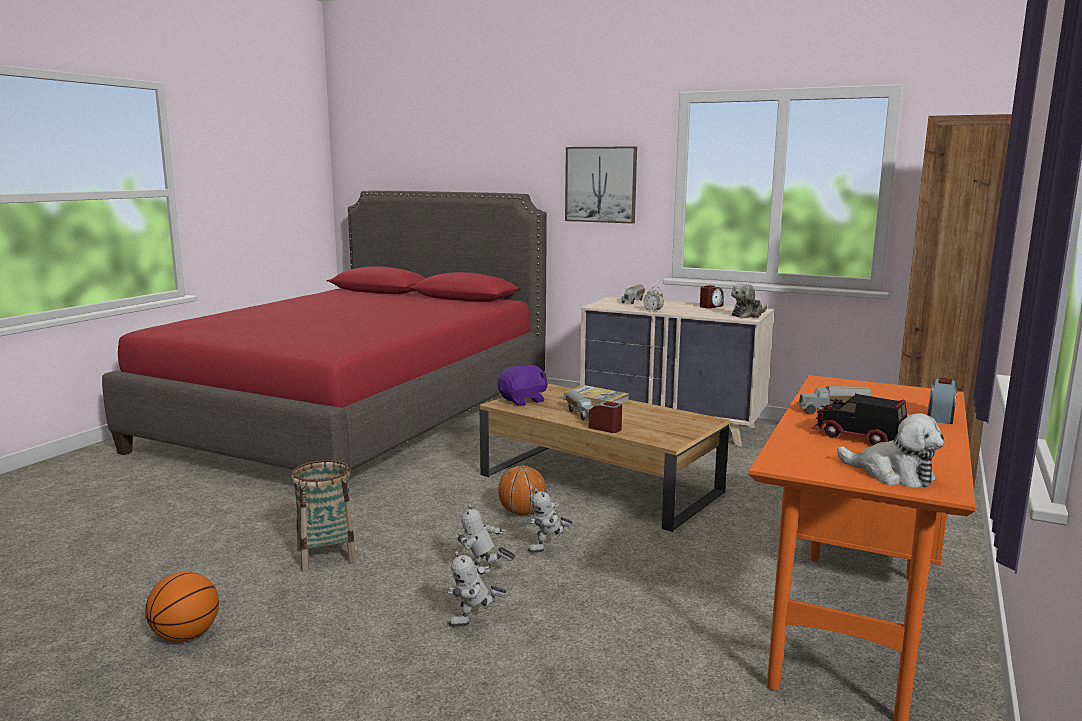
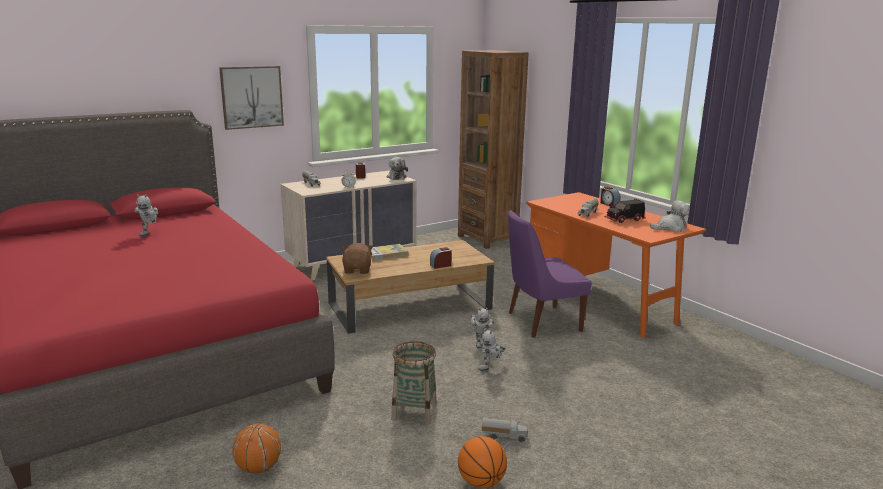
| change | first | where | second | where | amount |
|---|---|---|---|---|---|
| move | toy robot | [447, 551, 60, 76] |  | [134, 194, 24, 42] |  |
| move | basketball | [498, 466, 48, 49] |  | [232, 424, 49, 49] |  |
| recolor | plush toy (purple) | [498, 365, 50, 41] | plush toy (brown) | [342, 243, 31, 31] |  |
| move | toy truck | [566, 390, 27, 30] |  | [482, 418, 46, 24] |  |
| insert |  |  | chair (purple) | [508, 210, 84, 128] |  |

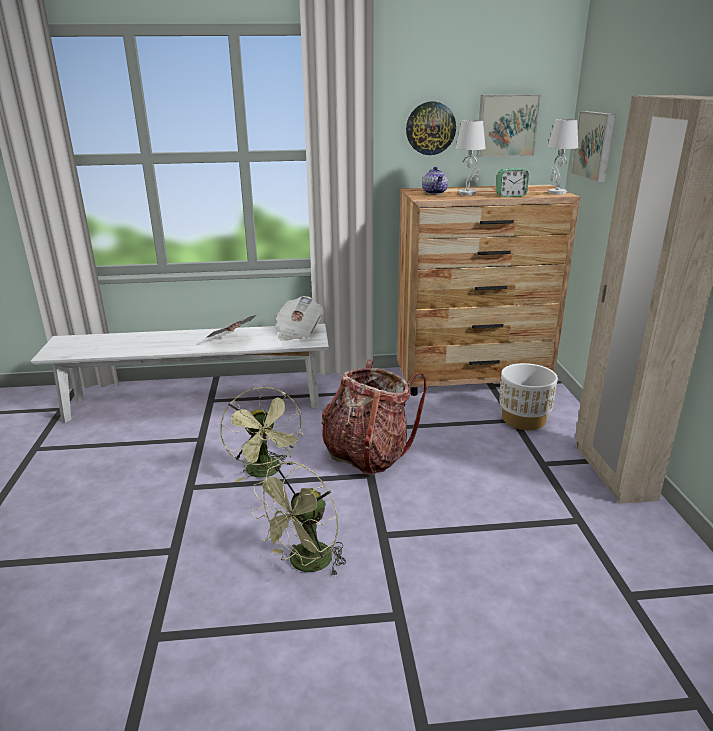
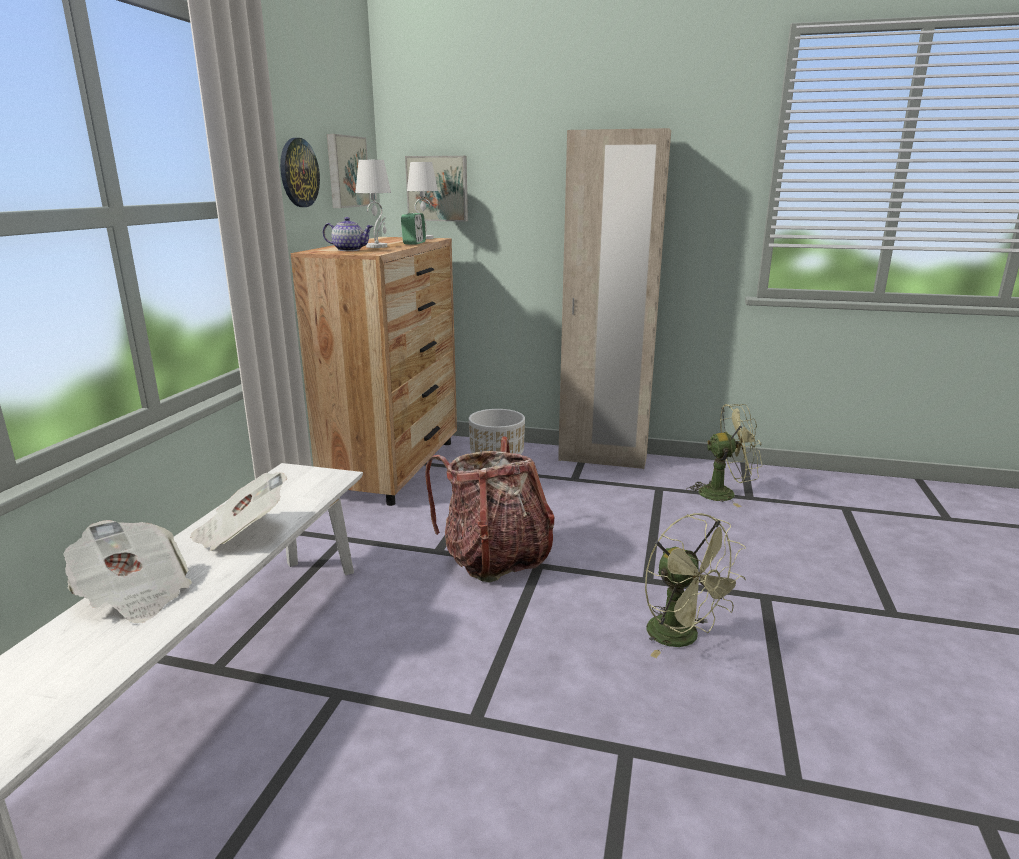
| change | first | where | second | where | amount |
|---|---|---|---|---|---|
| move | newspaper | [275, 296, 49, 45] |  | [63, 520, 129, 103] |  |
| move | fan (green) | [220, 387, 83, 95] |  | [686, 404, 77, 103] |  |

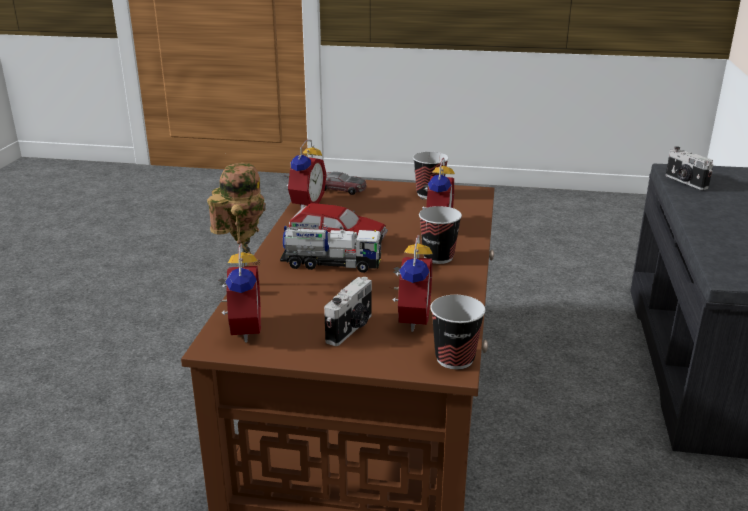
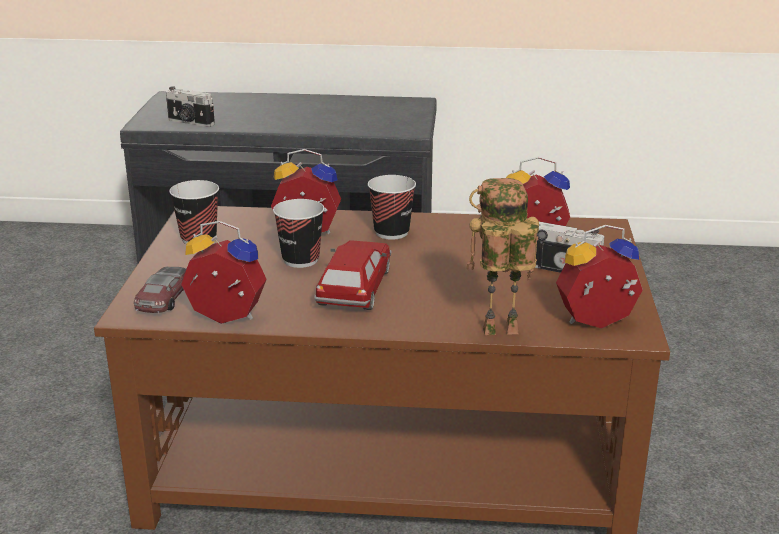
| change | first | where | second | where | amount |
|---|---|---|---|---|---|
| rotate | photo camera | [666, 146, 47, 44] |  | [166, 86, 49, 41] | 60 degrees clockwise |
| move | cup | [430, 295, 55, 75] |  | [273, 199, 51, 69] |  |
| delete | toy truck | [280, 222, 103, 51] |  |  |  |

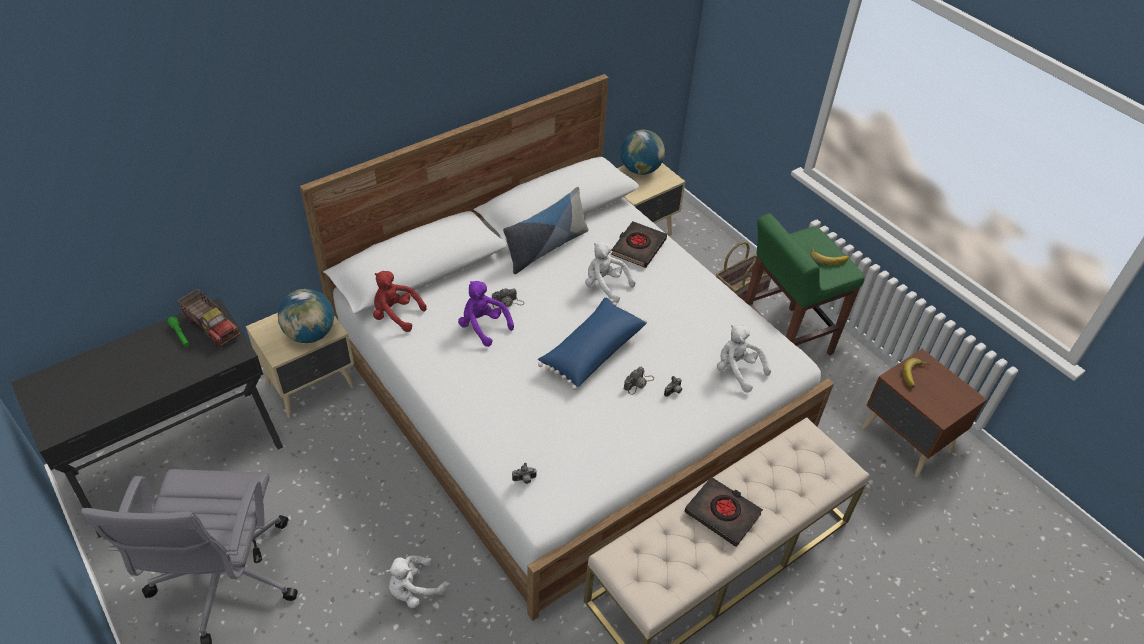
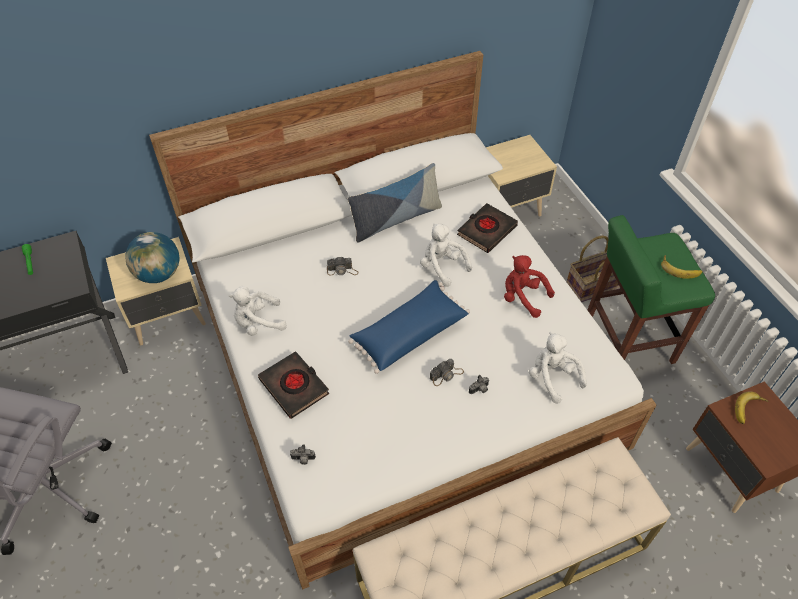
| change | first | where | second | where | amount |
|---|---|---|---|---|---|
| move | plush toy (white) | [386, 555, 60, 53] |  | [229, 286, 58, 50] |  |
| move | book (black) | [685, 477, 78, 70] |  | [258, 351, 71, 68] |  |
| move | plush toy (red) | [373, 271, 54, 61] |  | [504, 255, 51, 63] |  |
| delete | toy truck | [177, 289, 63, 58] |  |  |  |
| delete | plush toy (purple) | [458, 281, 56, 66] |  |  |  |
| delete | globe | [620, 130, 45, 45] |  |  |  |

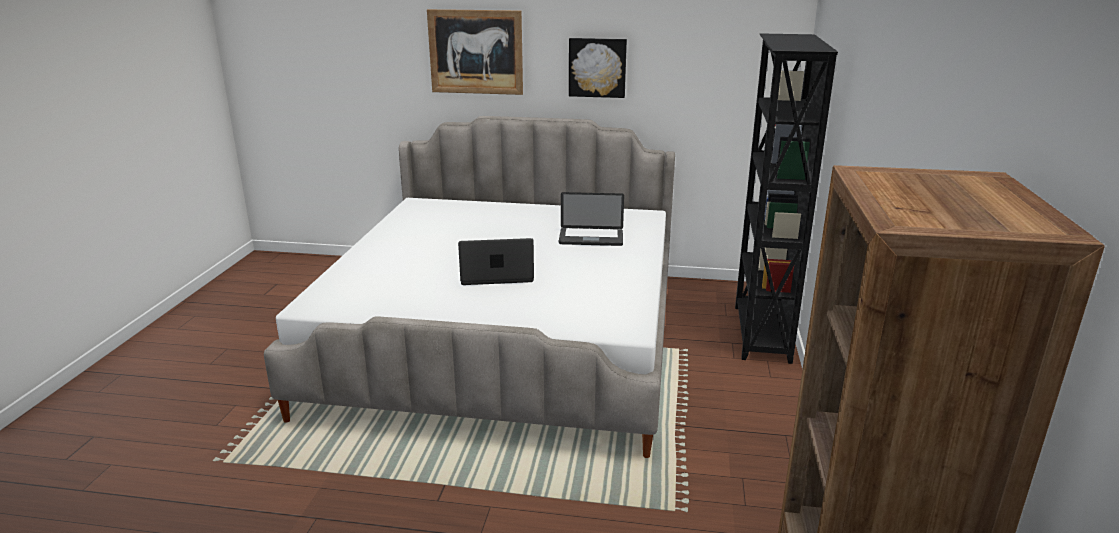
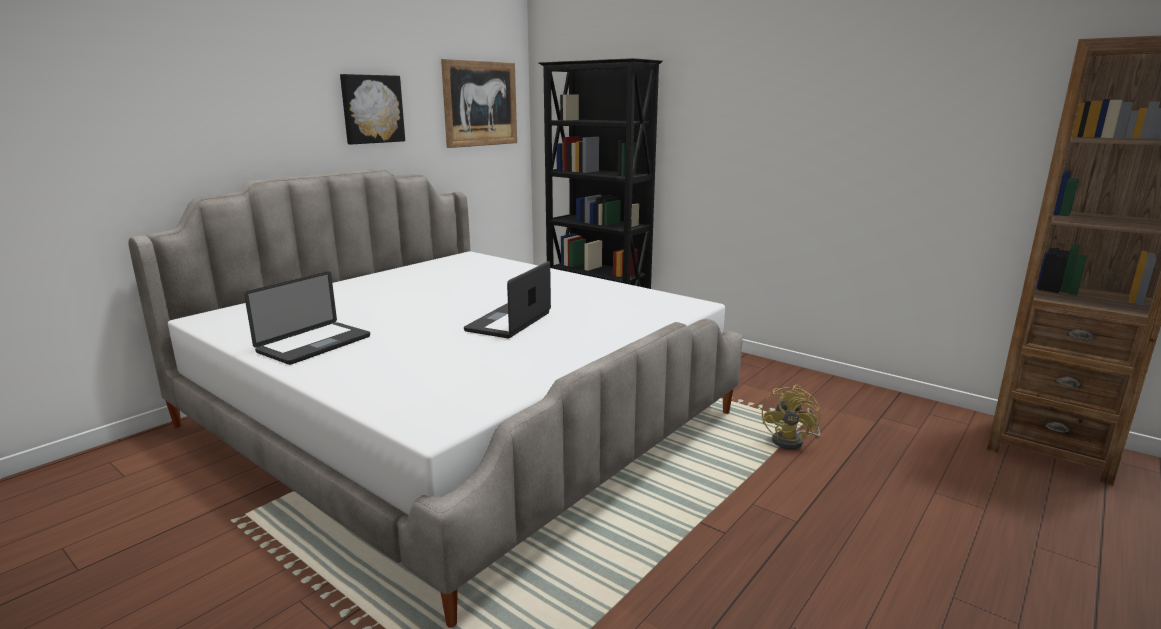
| change | first | where | second | where | amount |
|---|---|---|---|---|---|
| move | laptop | [559, 192, 65, 54] |  | [244, 271, 126, 94] |  |
| move | picture | [427, 9, 96, 86] |  | [441, 59, 76, 89] |  |
| insert |  |  | fan (yellow) | [762, 385, 59, 65] |  |

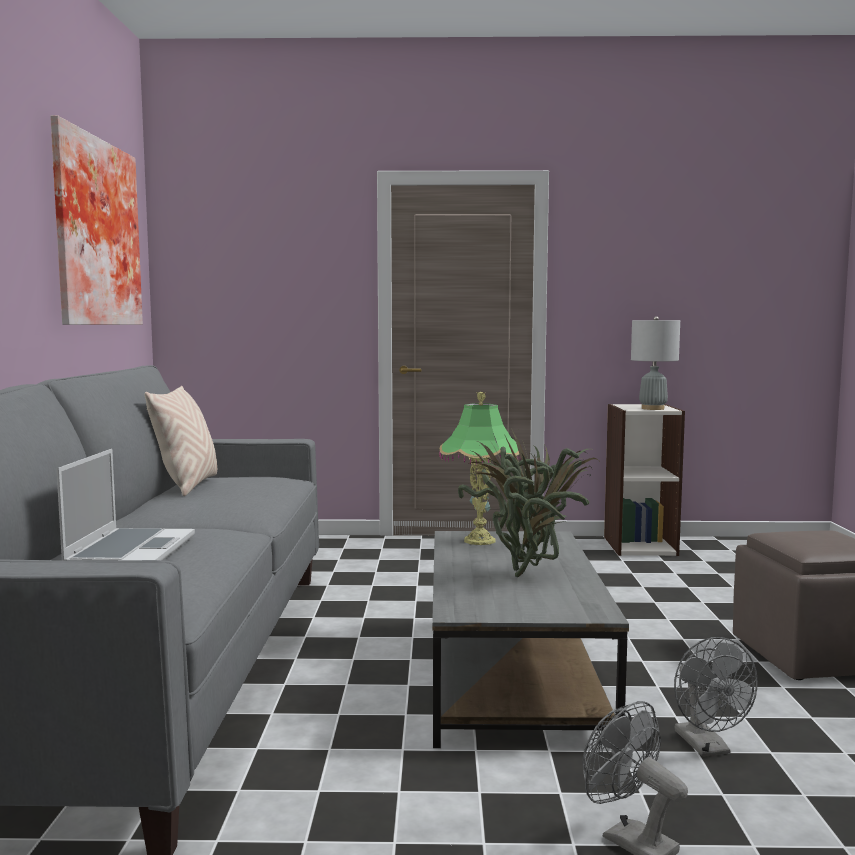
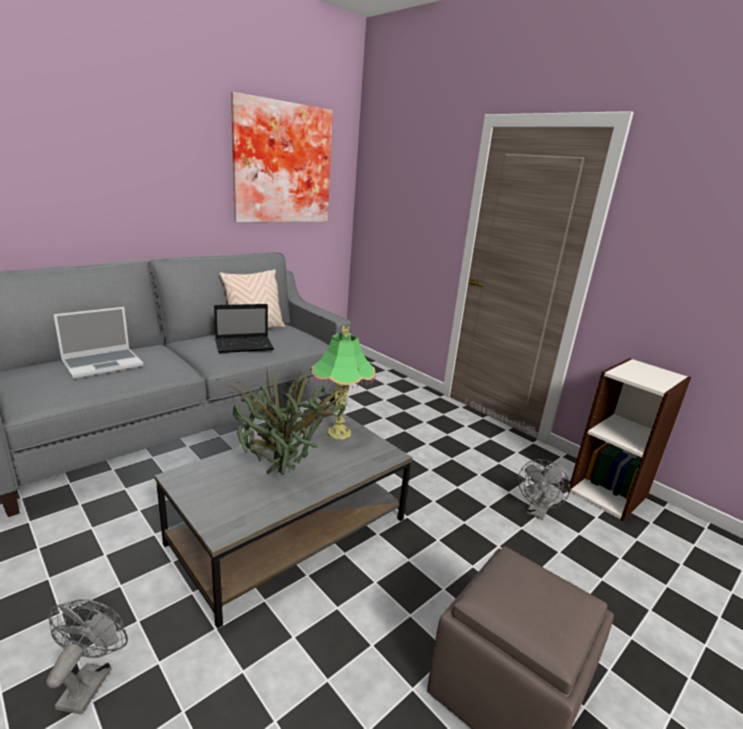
| change | first | where | second | where | amount |
|---|---|---|---|---|---|
| insert |  |  | laptop | [214, 304, 60, 49] |  |
| move | fan (grey) | [674, 637, 84, 120] |  | [518, 459, 52, 61] |  |
| delete | table lamp (grey) | [631, 316, 49, 94] |  |  |  |

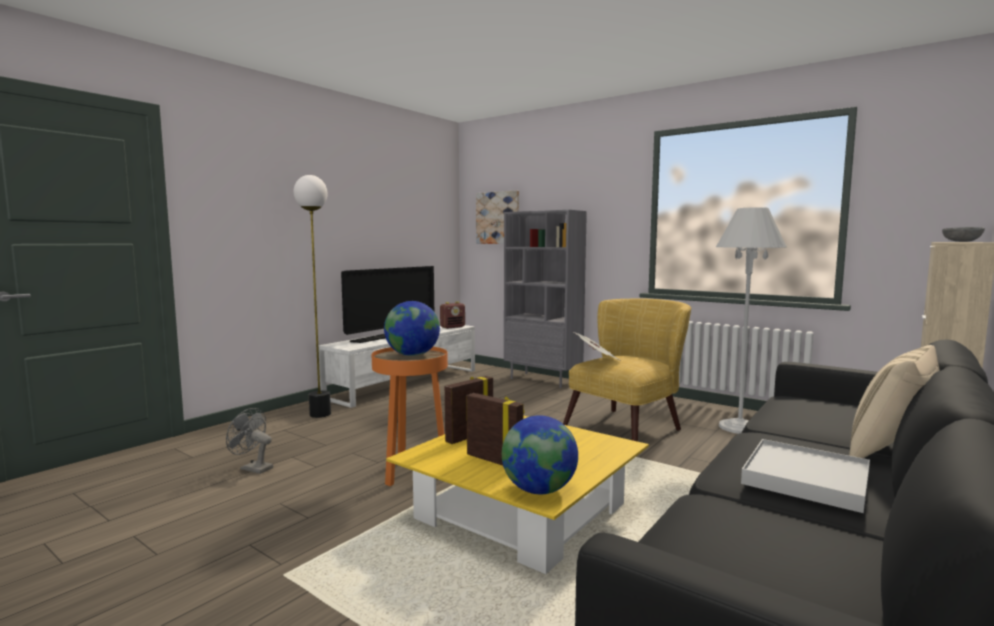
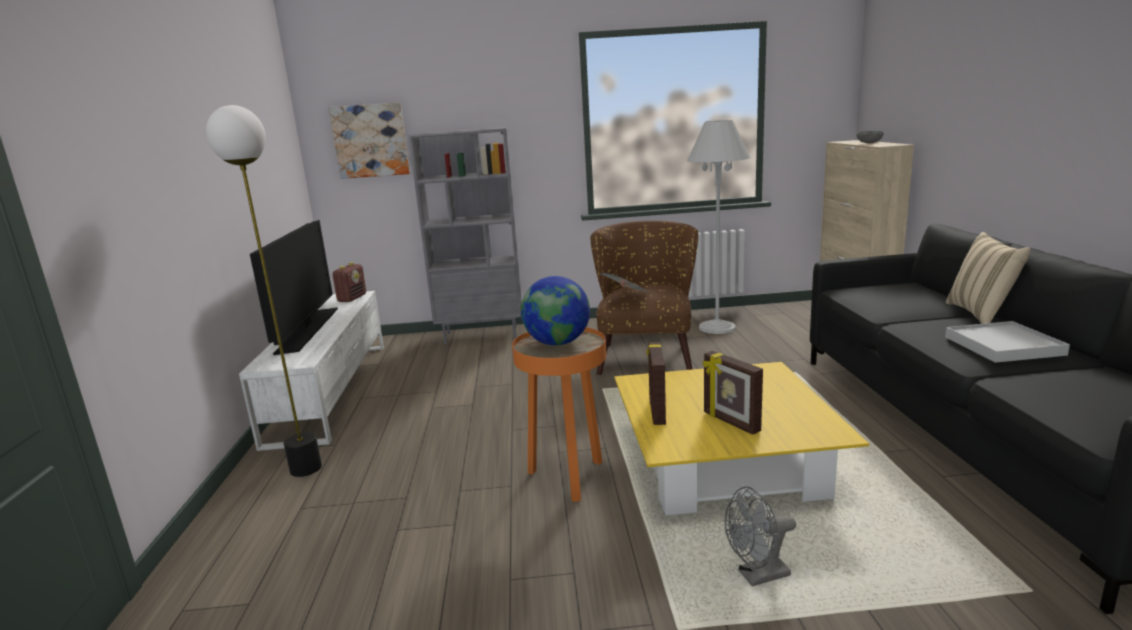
| change | first | where | second | where | amount |
|---|---|---|---|---|---|
| recolor | armchair (yellow) | [563, 298, 128, 144] | armchair (brown) | [591, 221, 107, 154] |  |
| rotate | picture frame | [467, 393, 57, 72] |  | [703, 351, 60, 84] | 120 degrees counterclockwise |
| move | fan (grey) | [226, 408, 47, 66] |  | [725, 487, 71, 99] |  |
| delete | globe | [502, 415, 76, 79] |  |  |  |

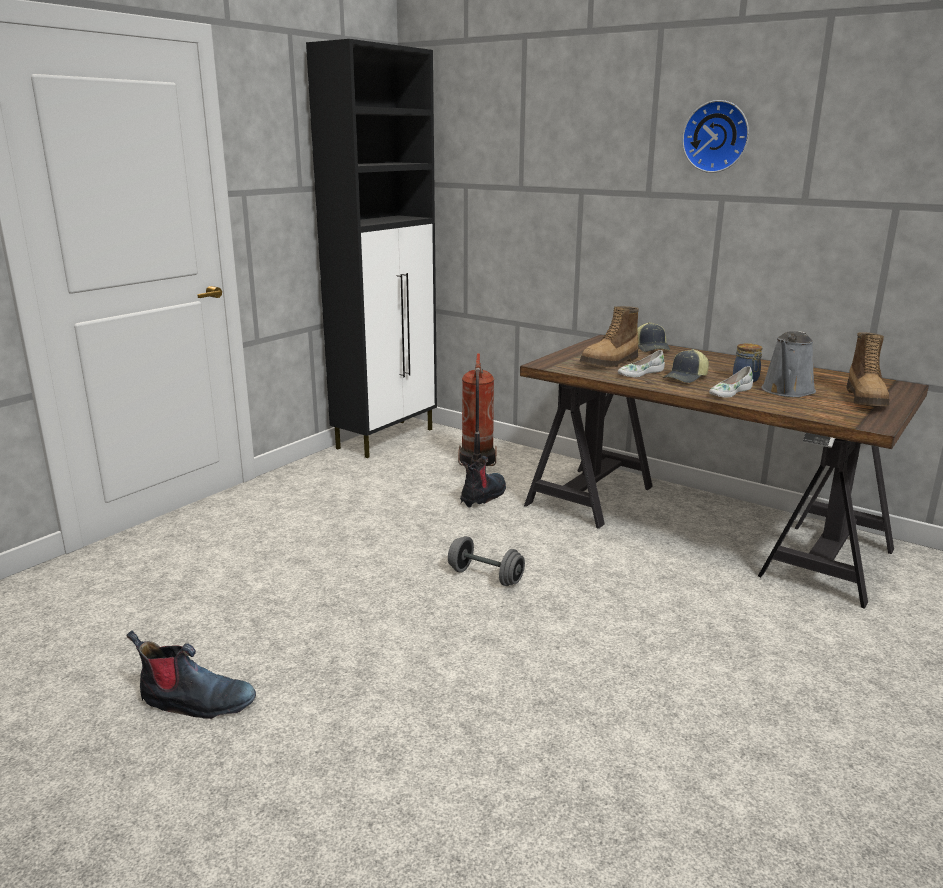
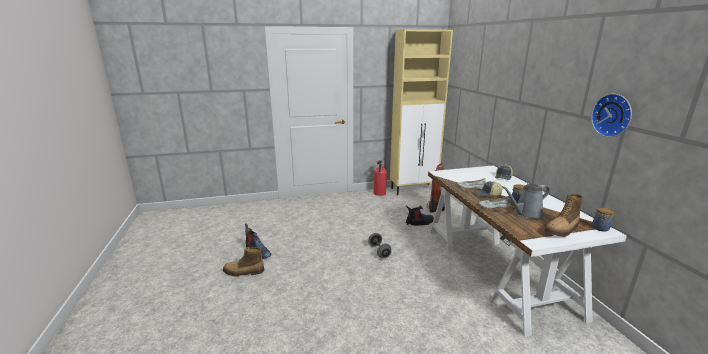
| change | first | where | second | where | amount |
|---|---|---|---|---|---|
| move | boot | [579, 306, 60, 61] |  | [223, 247, 41, 30] |  |
| insert |  |  | fire extinguisher | [374, 160, 13, 36] |  |
| recolor | cabinet (black) | [306, 39, 131, 419] | cabinet (beige) | [390, 29, 63, 166] |  |
| recolor | desk (brown) | [520, 335, 409, 274] | desk (white) | [428, 165, 199, 172] |  |
| move | wall clock | [682, 100, 67, 73] |  | [591, 94, 41, 43] |  |
| insert |  |  | jar | [592, 207, 22, 25] |  |

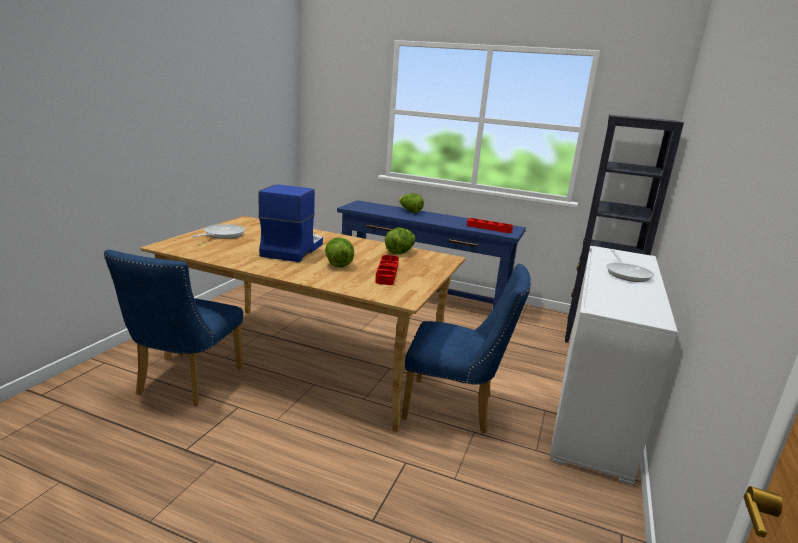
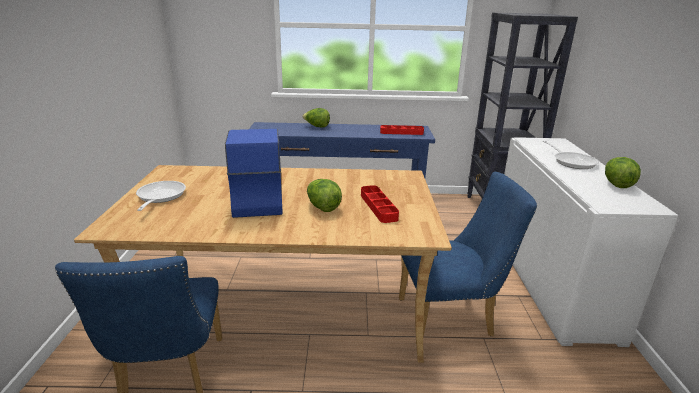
| change | first | where | second | where | amount |
|---|---|---|---|---|---|
| move | lettuce | [385, 228, 30, 27] |  | [605, 157, 36, 31] |  |

